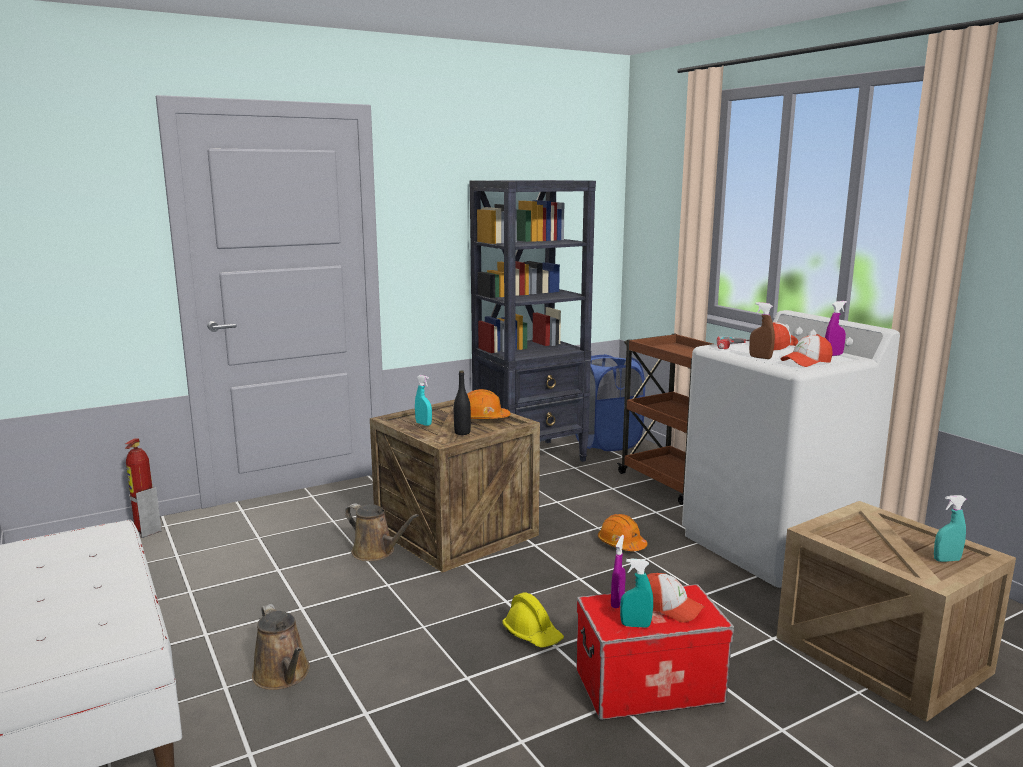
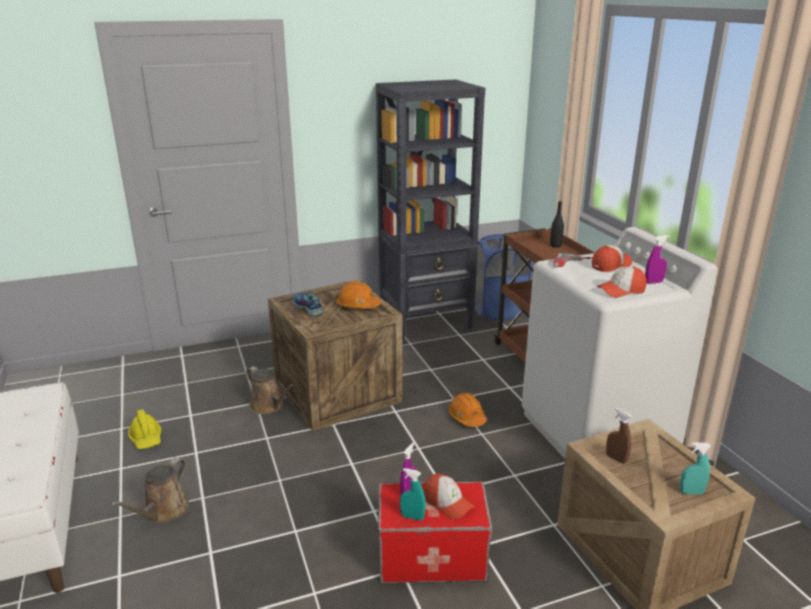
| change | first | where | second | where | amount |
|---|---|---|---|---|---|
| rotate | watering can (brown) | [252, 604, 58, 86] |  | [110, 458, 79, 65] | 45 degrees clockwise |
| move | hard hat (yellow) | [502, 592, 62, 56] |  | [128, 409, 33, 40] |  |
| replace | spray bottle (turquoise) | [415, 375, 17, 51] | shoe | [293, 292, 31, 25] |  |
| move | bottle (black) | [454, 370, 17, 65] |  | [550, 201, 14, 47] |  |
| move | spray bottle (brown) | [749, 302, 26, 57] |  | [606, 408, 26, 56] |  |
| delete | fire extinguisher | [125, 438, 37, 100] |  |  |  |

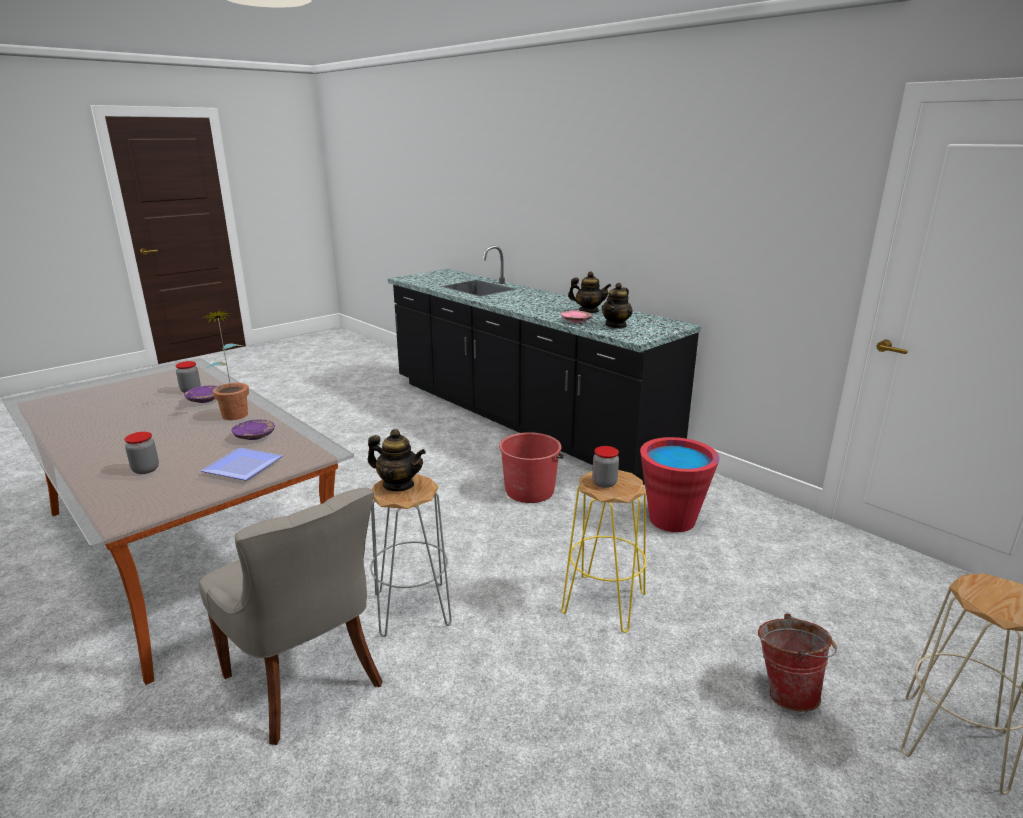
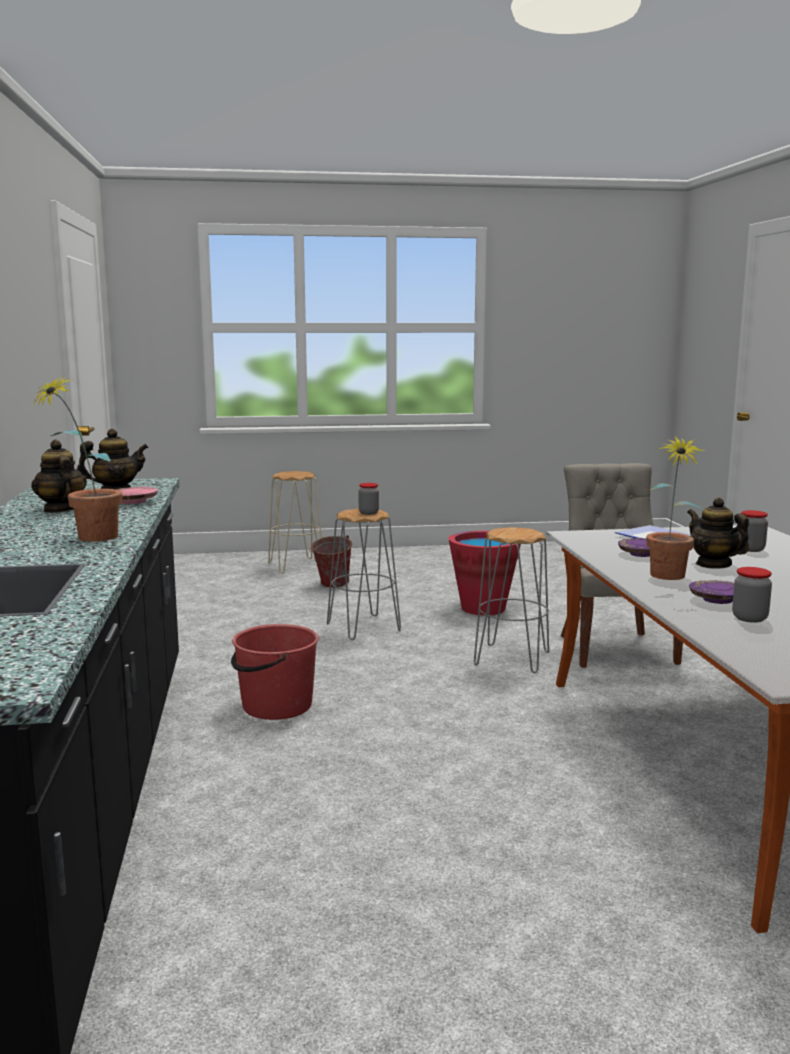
| change | first | where | second | where | amount |
|---|---|---|---|---|---|
| insert |  |  | potted plant | [32, 375, 90, 167] |  |
| recolor | stool (yellow) | [562, 470, 84, 163] | stool (grey) | [327, 509, 74, 131] |  |
| move | bucket (red) | [640, 437, 80, 95] |  | [448, 531, 73, 84] |  |
| move | teapot | [368, 429, 58, 62] |  | [687, 498, 62, 71] |  |

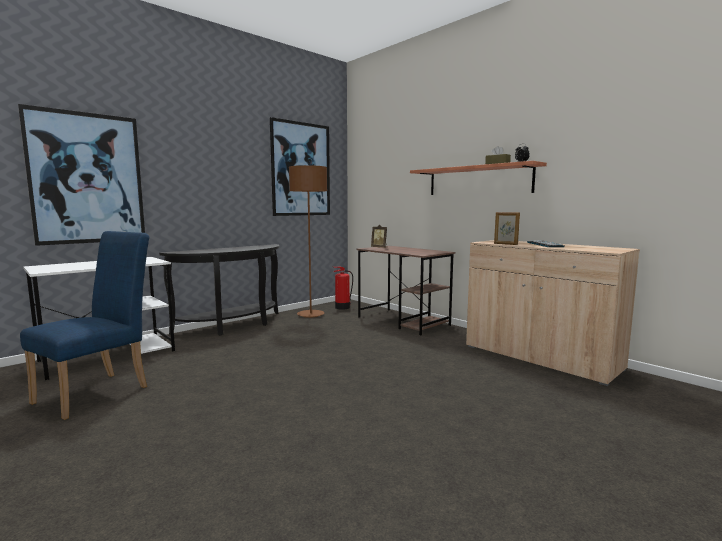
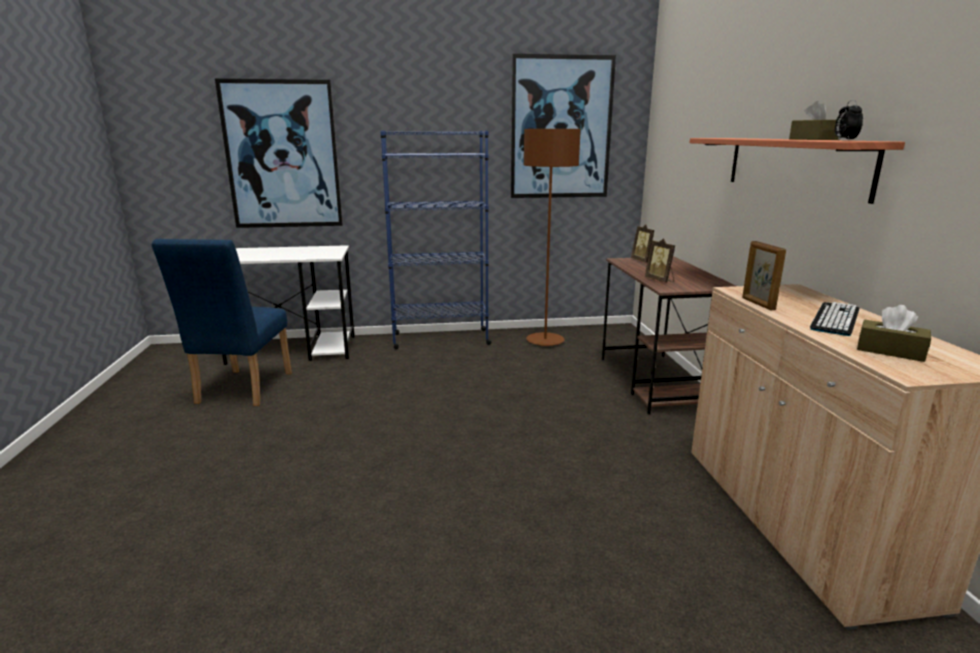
| change | first | where | second | where | amount |
|---|---|---|---|---|---|
| rotate | chair (blue) | [20, 231, 130, 189] |  | [152, 239, 140, 167] | 120 degrees clockwise |
| replace | console table (black) | [159, 244, 121, 92] | bookcase (blue) | [380, 131, 111, 218] |  |
| insert |  |  | picture frame | [645, 238, 30, 45] |  |
| insert |  |  | tissue box (brown) | [857, 305, 74, 57] |  |
| delete | fire extinguisher | [333, 267, 20, 43] |  |  |  |

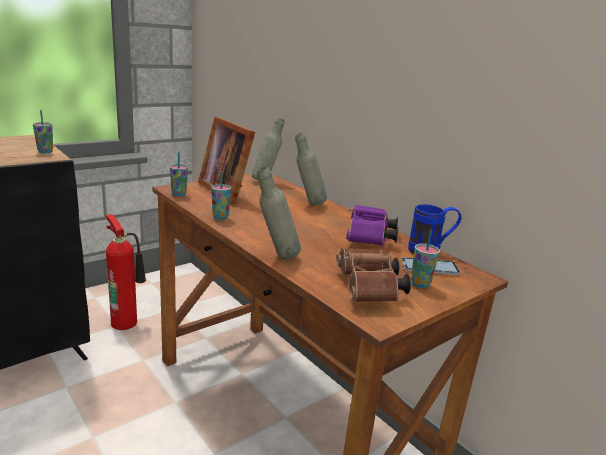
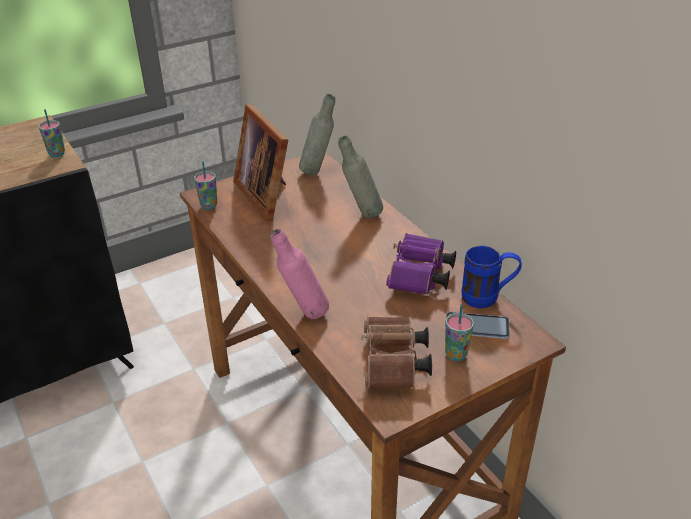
| change | first | where | second | where | amount |
|---|---|---|---|---|---|
| recolor | bottle (grey) | [257, 166, 44, 93] | bottle (pink) | [270, 229, 59, 90] |  |
| delete | fire extinguisher | [106, 214, 40, 116] |  |  |  |
| delete | cup | [211, 171, 20, 49] |  |  |  |

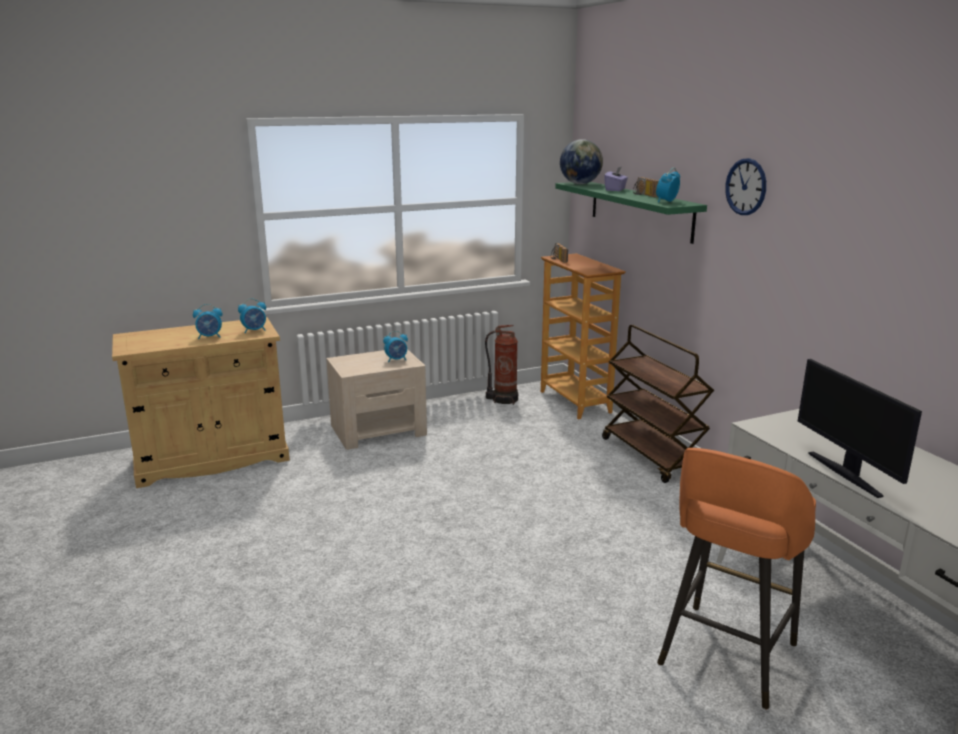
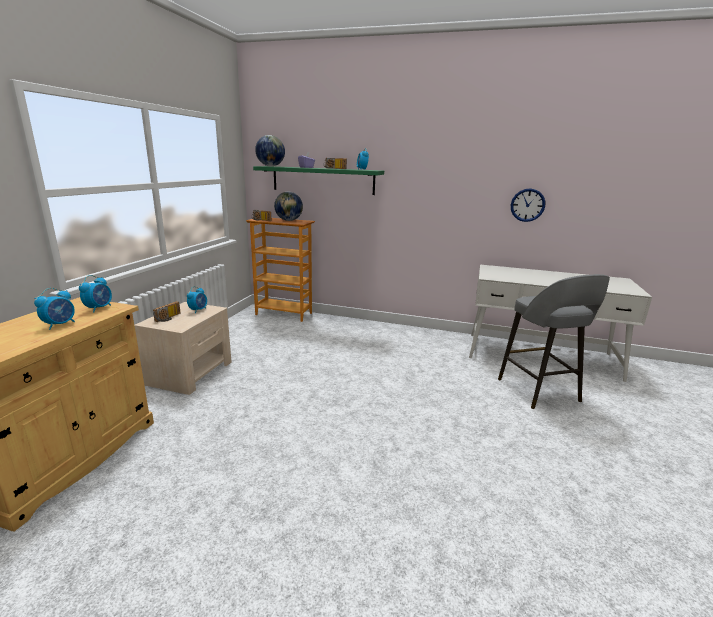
| change | first | where | second | where | amount |
|---|---|---|---|---|---|
| insert |  |  | radio | [153, 301, 28, 21] |  |
| insert |  |  | globe | [274, 192, 29, 29] |  |
| recolor | stool (orange) | [657, 448, 159, 261] | stool (grey) | [498, 274, 112, 135] |  |
| move | wall clock | [725, 158, 41, 57] |  | [511, 188, 34, 34] |  |
| delete | fire extinguisher | [485, 325, 33, 80] |  |  |  |
| delete | cart (brown) | [602, 325, 112, 158] |  |  |  |
| delete | monitor | [798, 359, 124, 139] |  |  |  |

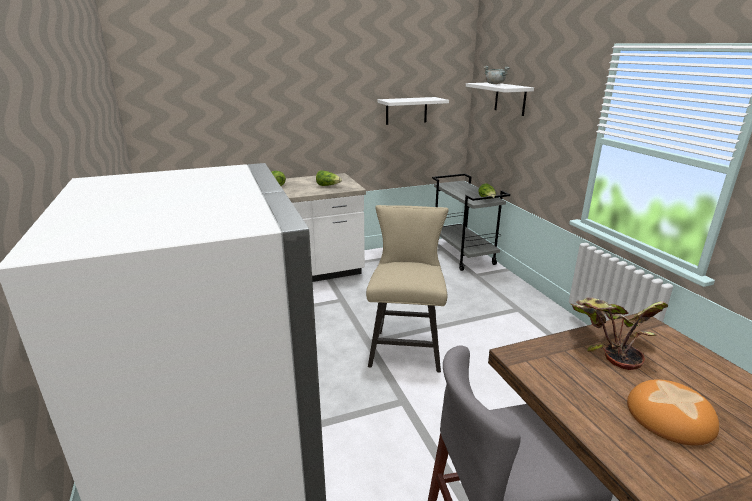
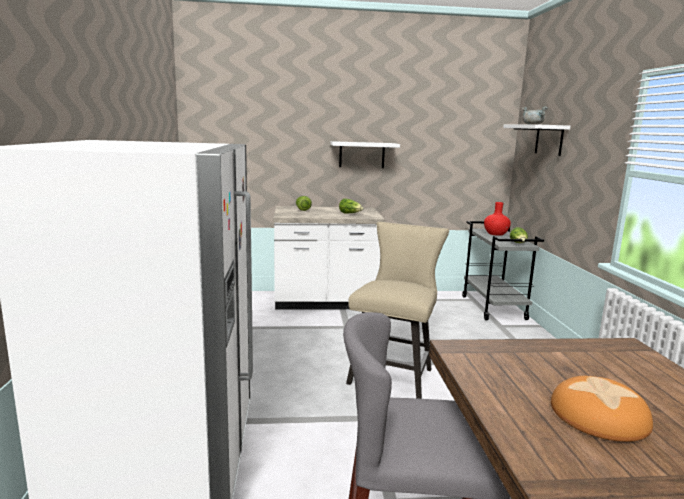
| change | first | where | second | where | amount |
|---|---|---|---|---|---|
| move | shelf (white) | [377, 97, 72, 28] |  | [330, 141, 70, 27] |  |
| insert |  |  | vase (red) | [484, 202, 27, 34] |  |
| delete | potted plant | [570, 297, 98, 73] |  |  |  |

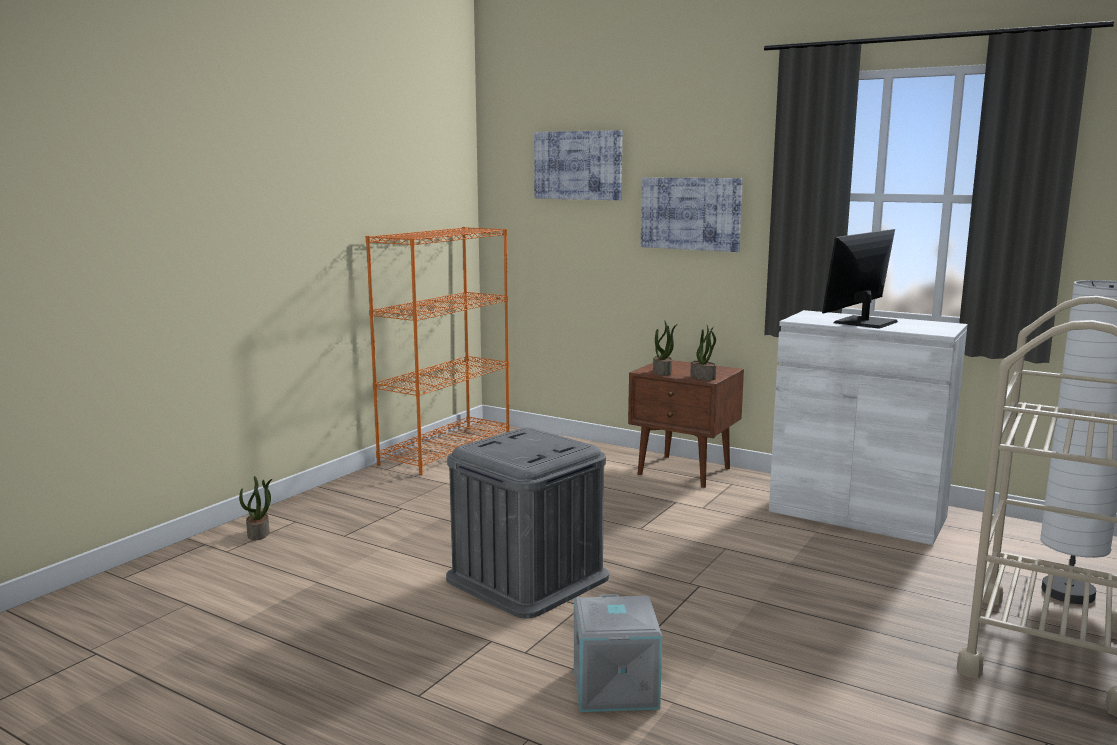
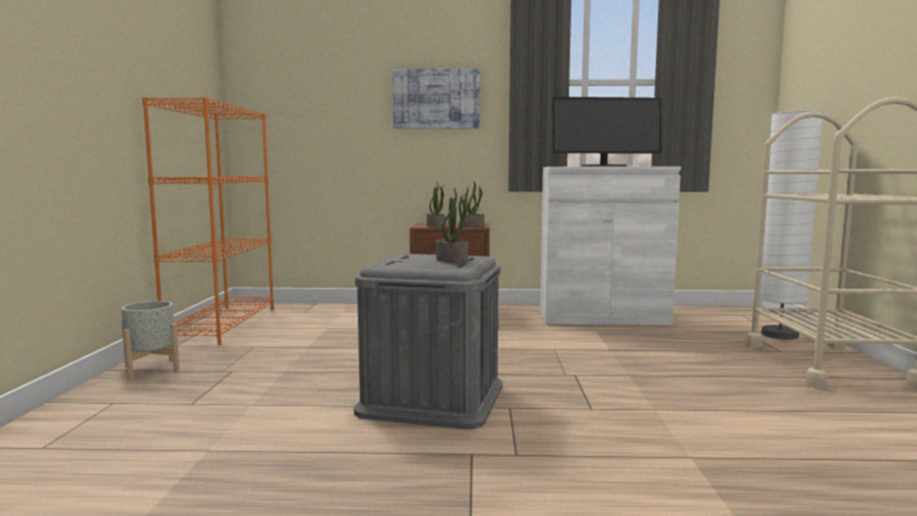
| change | first | where | second | where | amount |
|---|---|---|---|---|---|
| insert |  |  | planter (grey) | [122, 301, 58, 78] |  |
| move | potted plant | [239, 476, 33, 64] |  | [436, 188, 32, 75] |  |
| rotate | monitor | [822, 229, 76, 100] |  | [552, 97, 110, 70] | 105 degrees counterclockwise |
| delete | picture | [534, 130, 88, 70] |  |  |  |
| delete | storage box (grey) | [574, 594, 88, 118] |  |  |  |

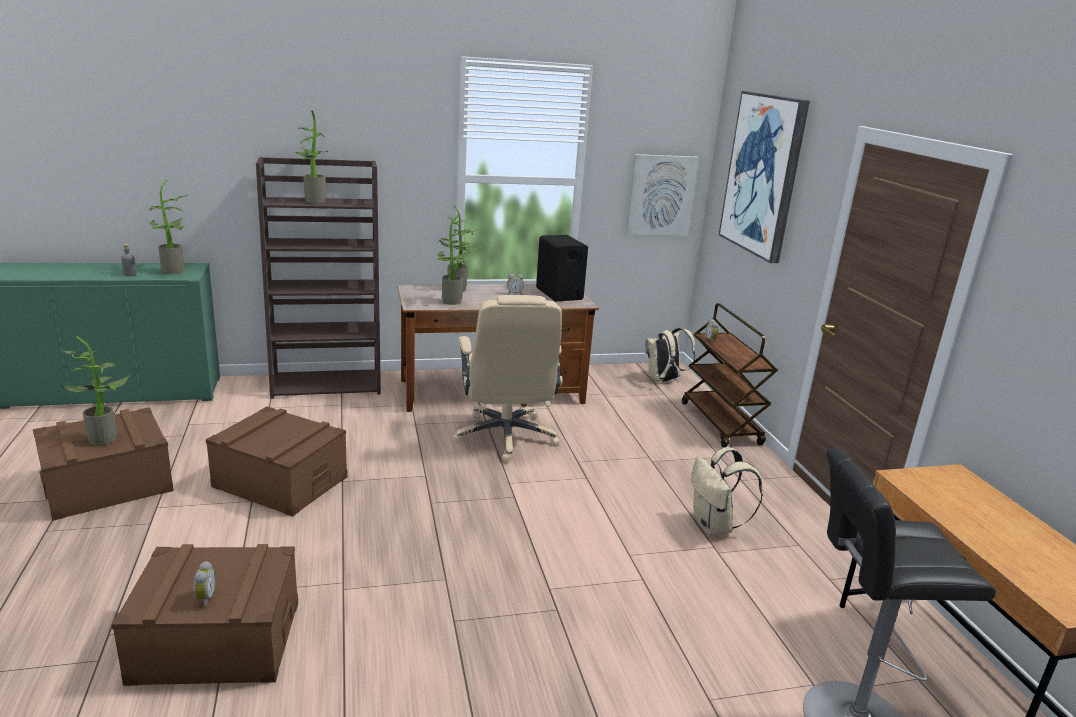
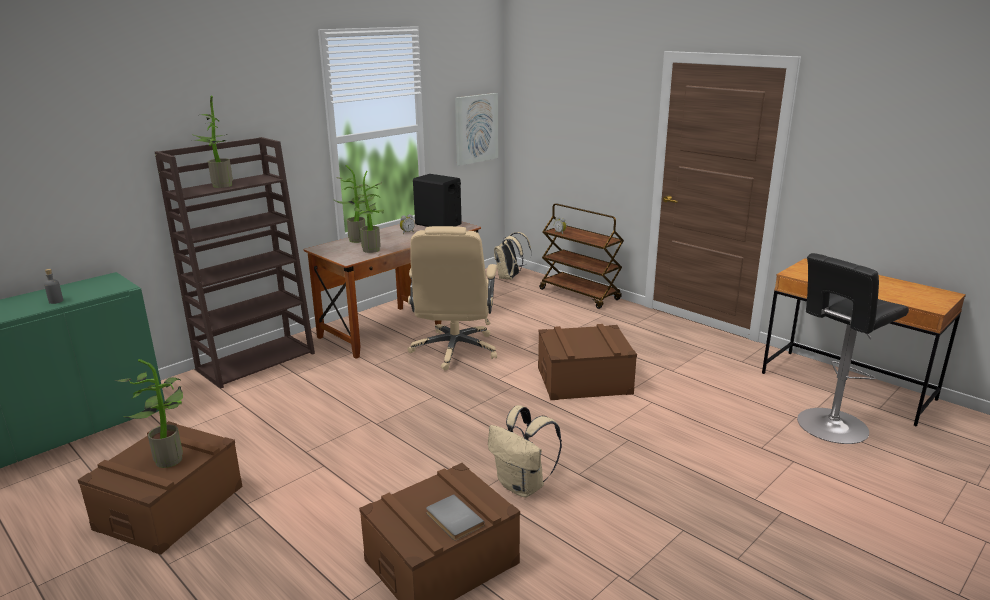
| change | first | where | second | where | amount |
|---|---|---|---|---|---|
| rotate | office chair (beige) | [452, 295, 110, 168] |  | [407, 226, 91, 145] | 45 degrees clockwise |
| replace | alarm clock | [193, 561, 23, 46] | book (grey) | [426, 494, 59, 47] |  |
| move | backpack (beige) | [691, 447, 72, 88] |  | [488, 405, 74, 92] |  |
| move | storage box (brown) | [206, 406, 142, 111] |  | [538, 324, 99, 76] |  |
| delete | potted plant | [149, 179, 39, 95] |  |  |  |
| delete | picture | [719, 91, 91, 172] |  |  |  |

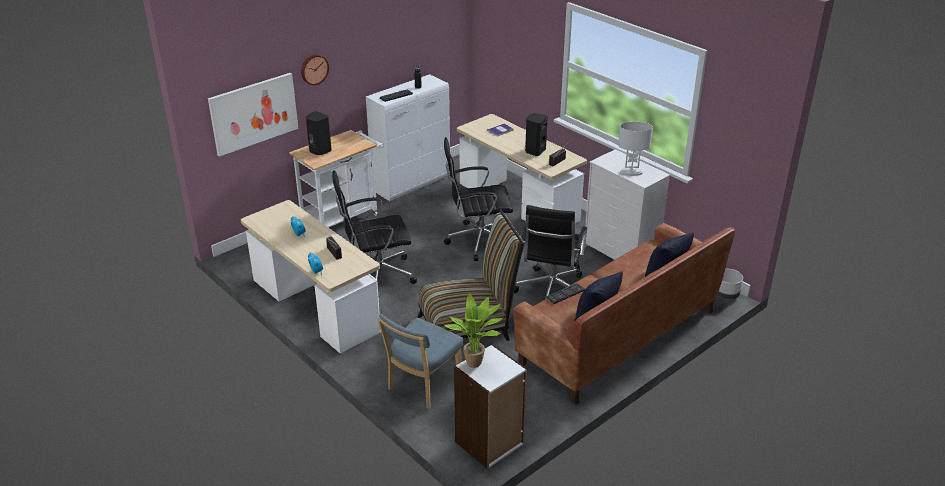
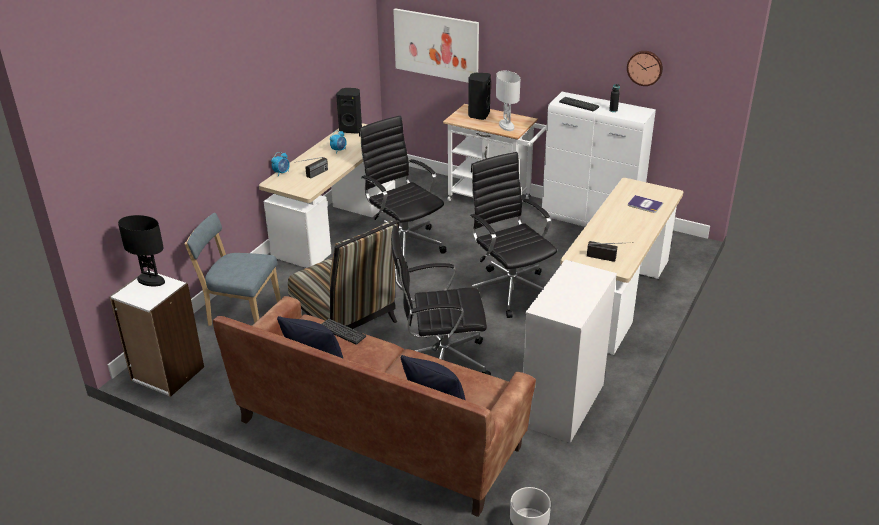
| change | first | where | second | where | amount |
|---|---|---|---|---|---|
| replace | potted plant | [444, 293, 59, 75] | table lamp (black) | [118, 215, 47, 71] |  |
| move | speaker (black) | [525, 113, 23, 43] |  | [336, 88, 26, 46] |  |
| move | table lamp (white) | [618, 122, 35, 54] |  | [496, 71, 24, 60] |  |
| move | wall clock | [301, 55, 28, 30] |  | [627, 51, 36, 35] |  |

